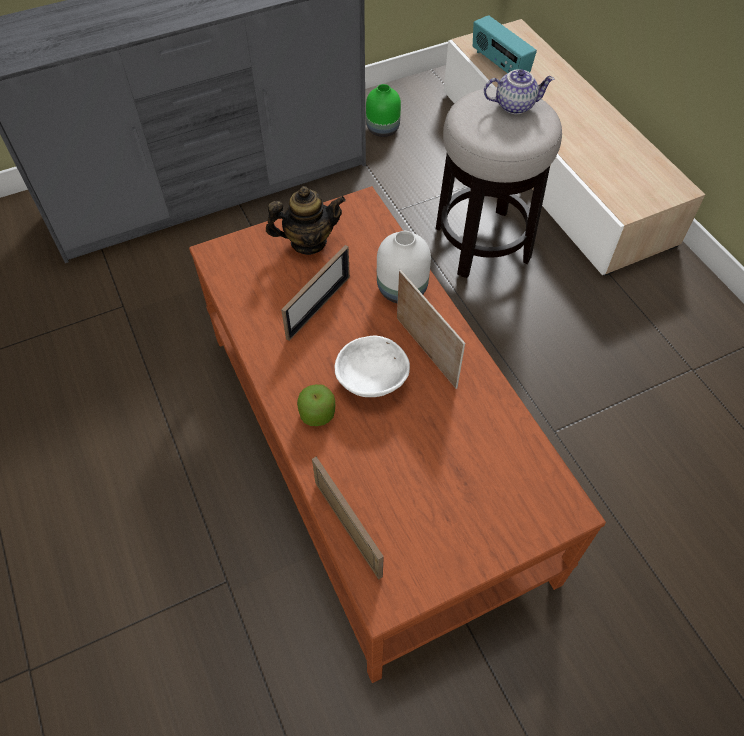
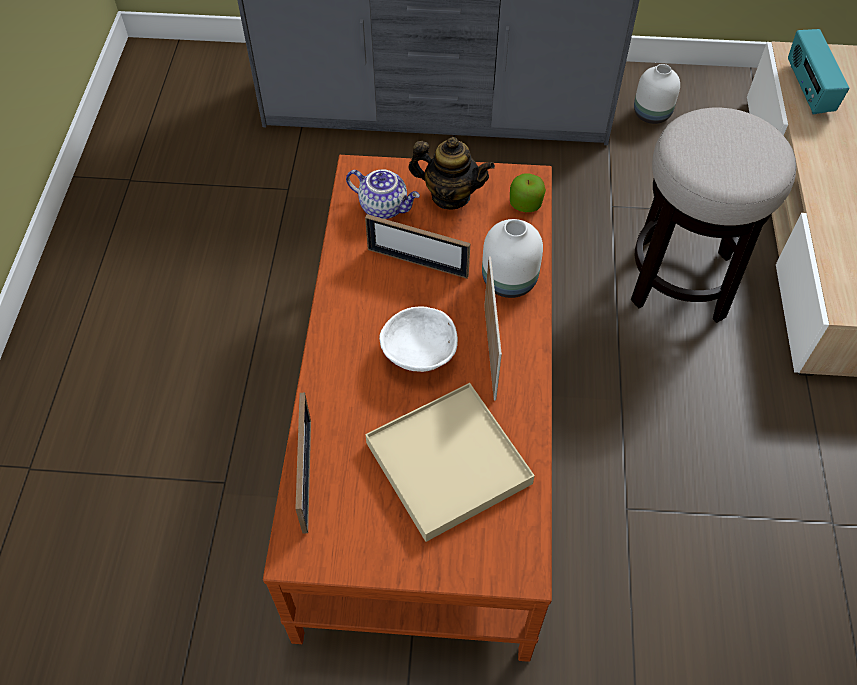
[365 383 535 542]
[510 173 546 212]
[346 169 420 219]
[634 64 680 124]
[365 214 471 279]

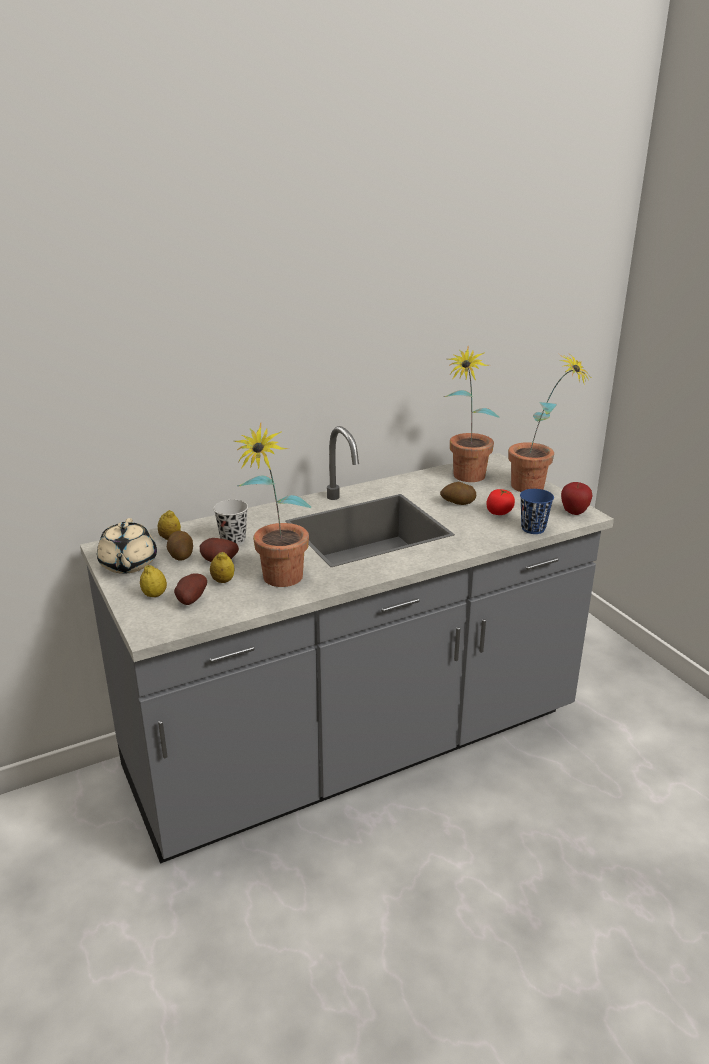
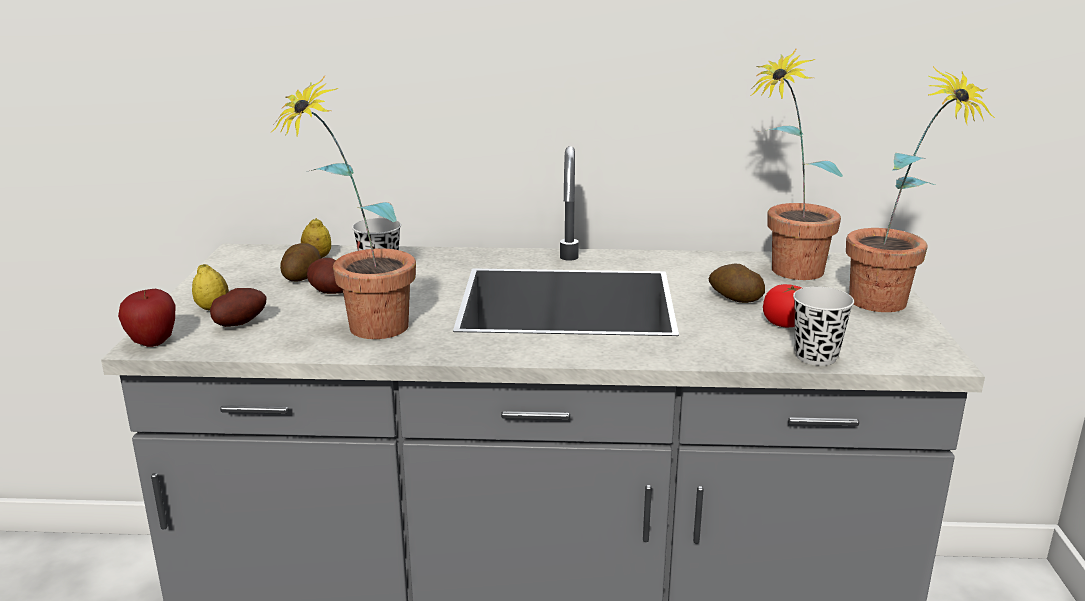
[97 518 157 574] (first image)
[210 552 235 583] (first image)
[118 289 175 347]
[793 287 854 366]

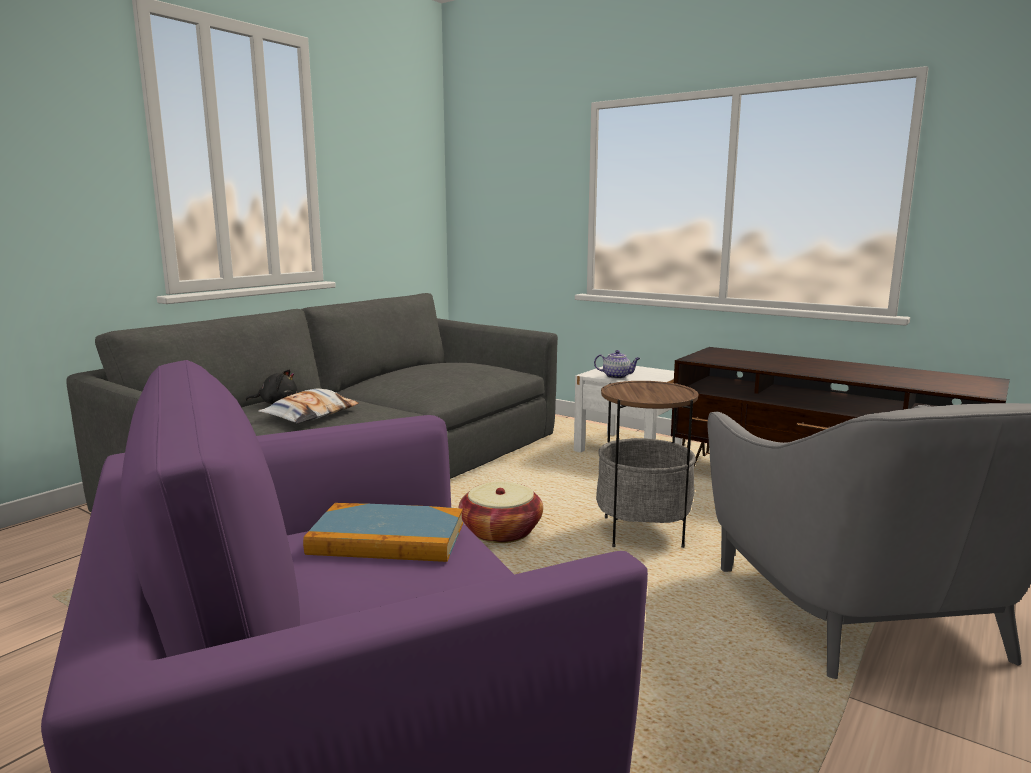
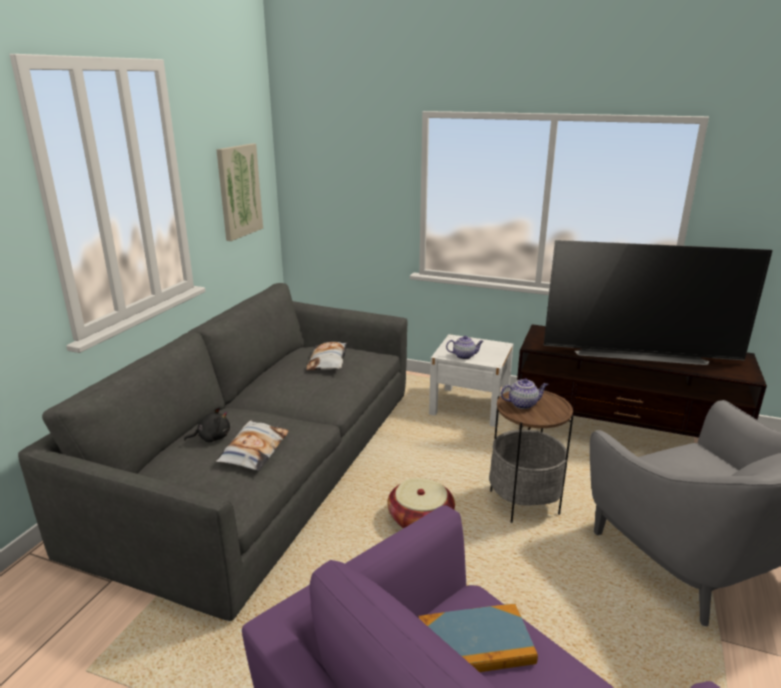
[216 143 263 241]
[306 342 348 370]
[501 378 548 409]
[544 240 773 365]

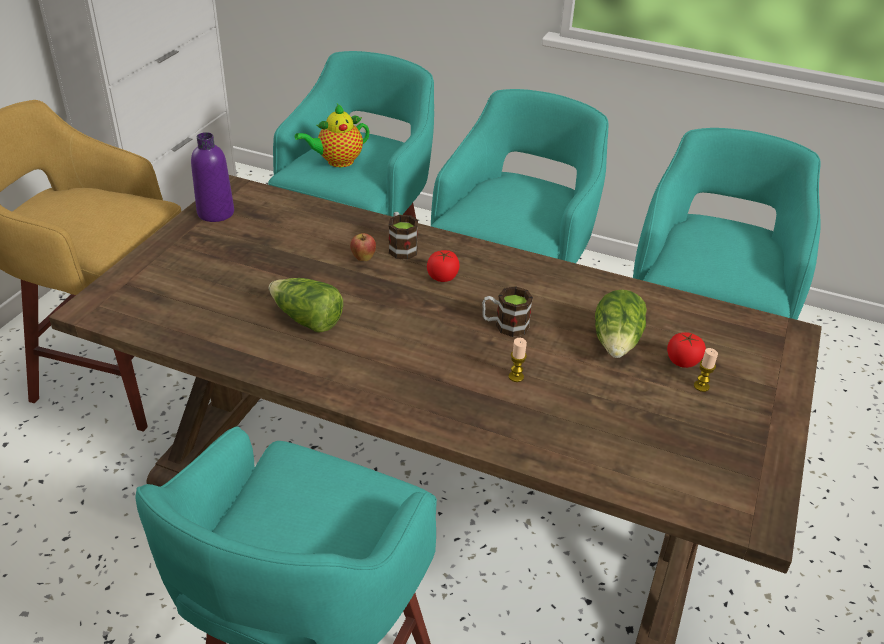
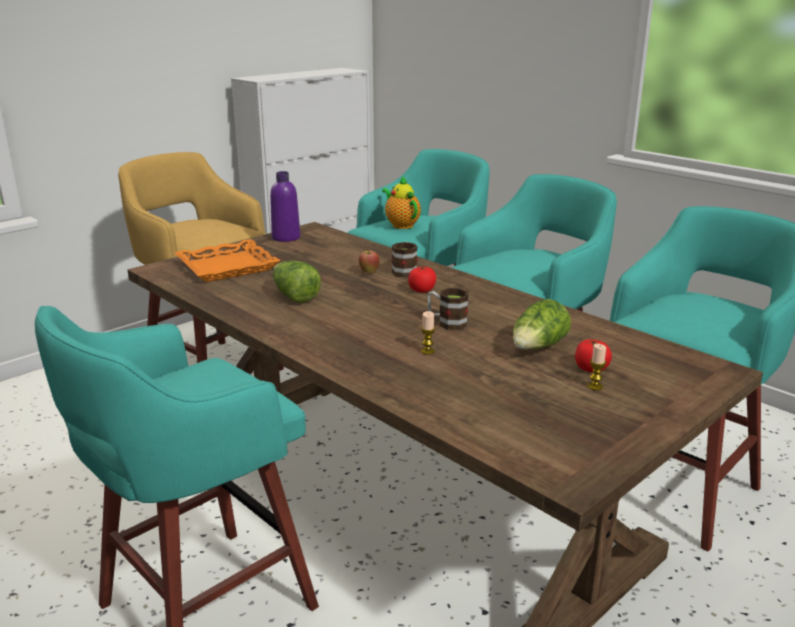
[175 239 281 282]
[382 175 421 229]

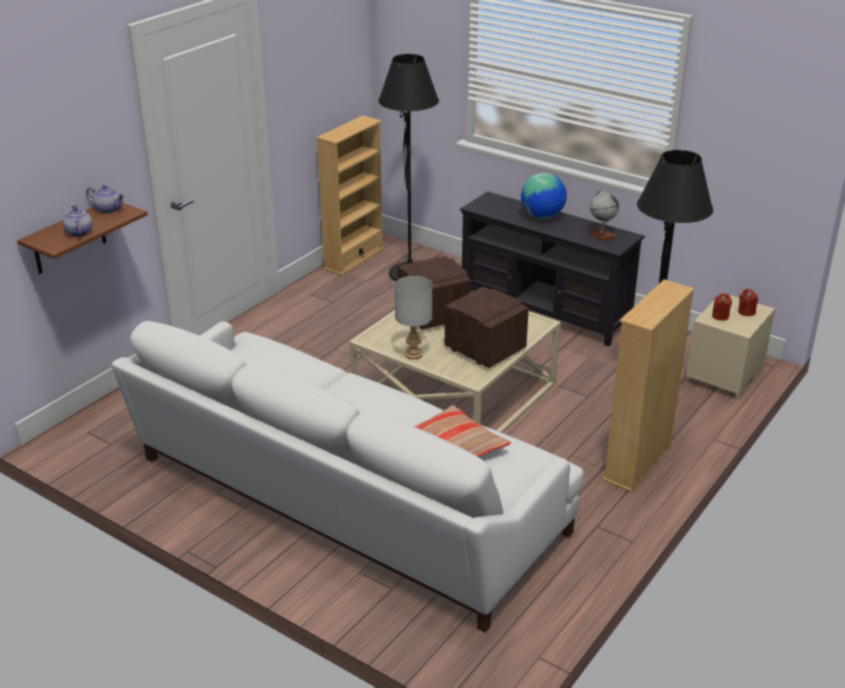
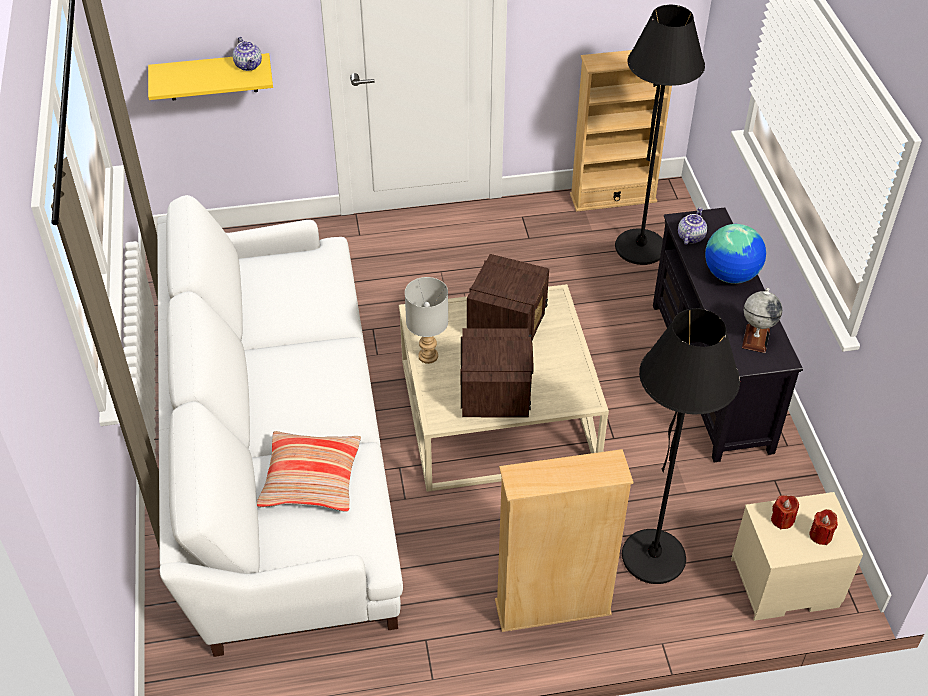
[678 207 707 245]
[148 53 273 100]

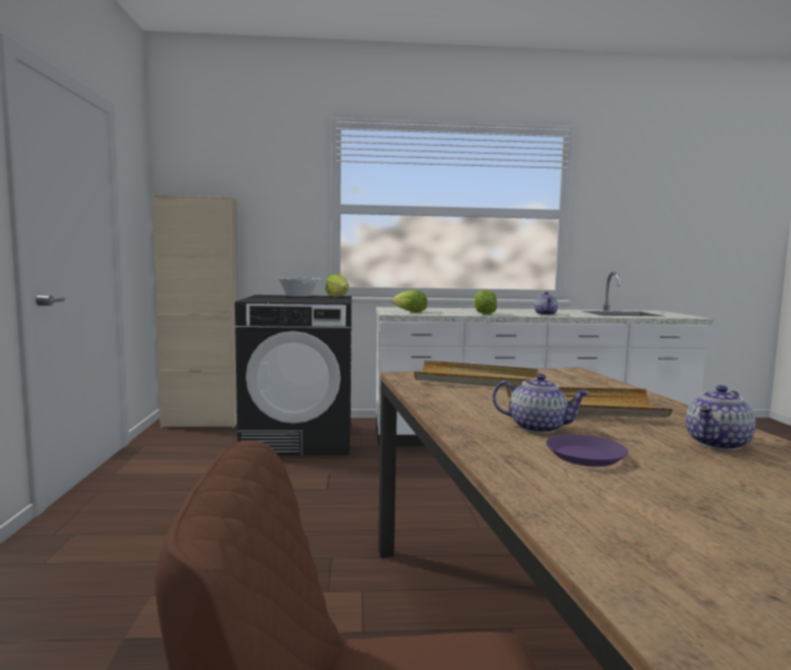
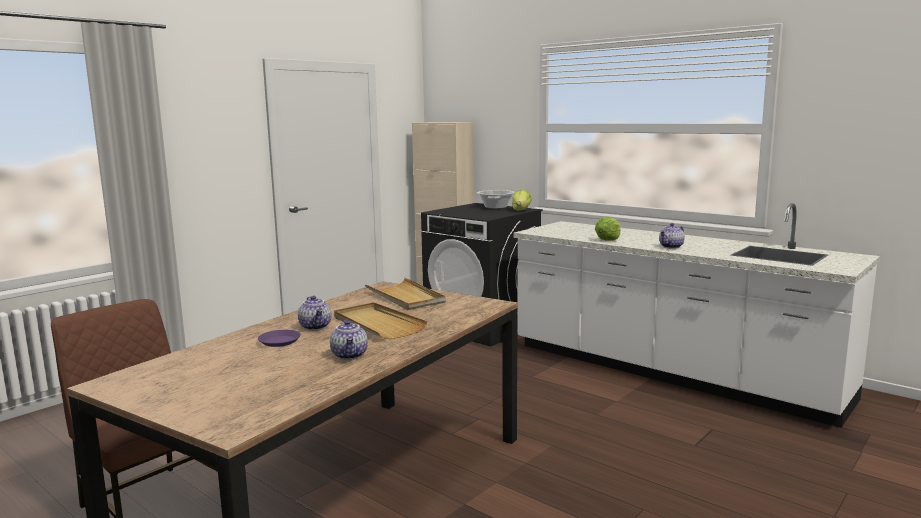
[392 290 427 312] (first image)
[330 320 368 360]

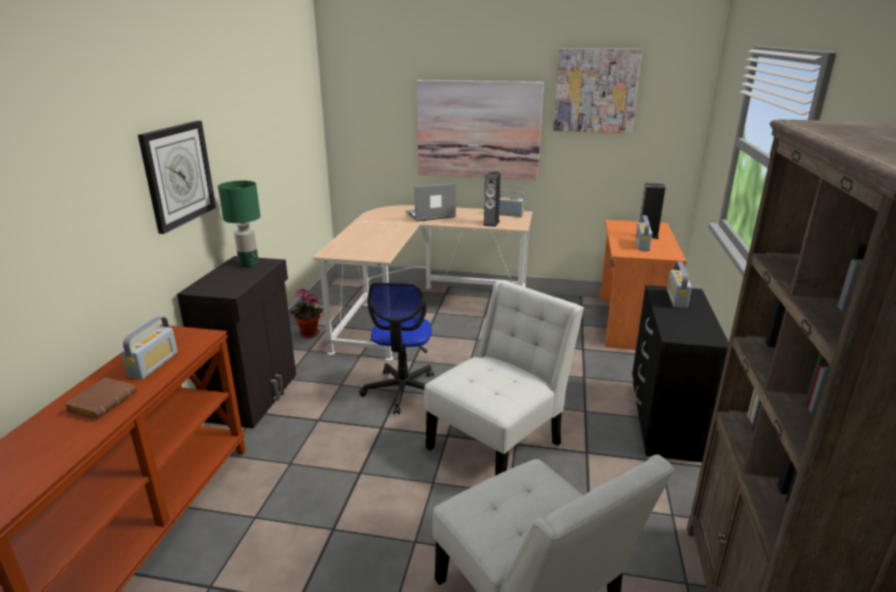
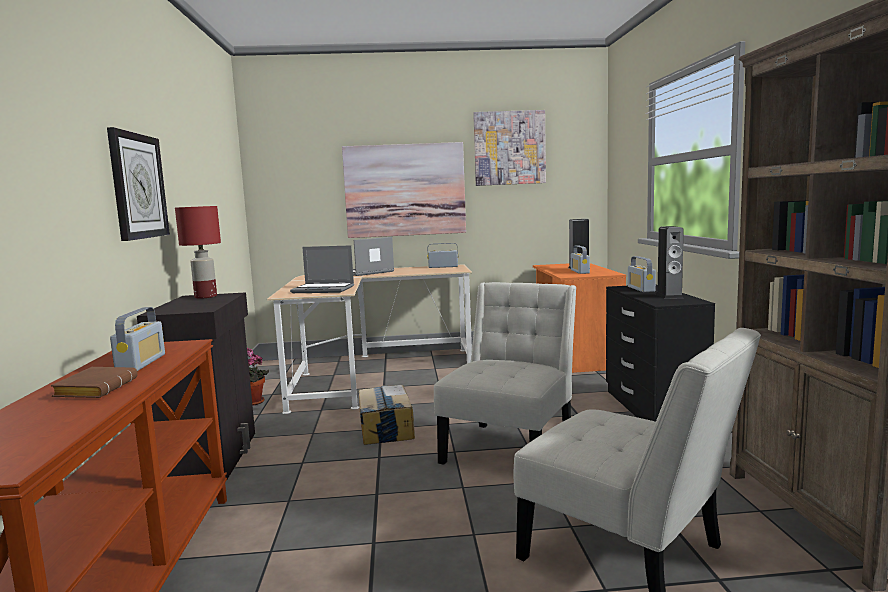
[290 245 354 293]
[656 226 683 299]
[359 385 415 445]
[175 206 221 299]

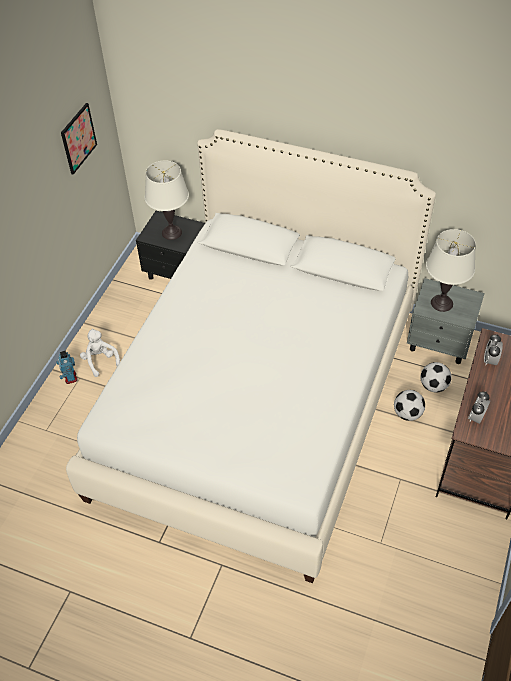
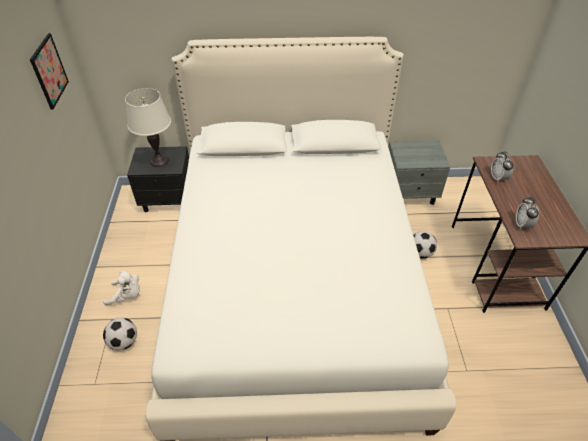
[56 351 77 384] (first image)
[426 229 476 312] (first image)
[103 318 137 351]
[103 271 140 306]

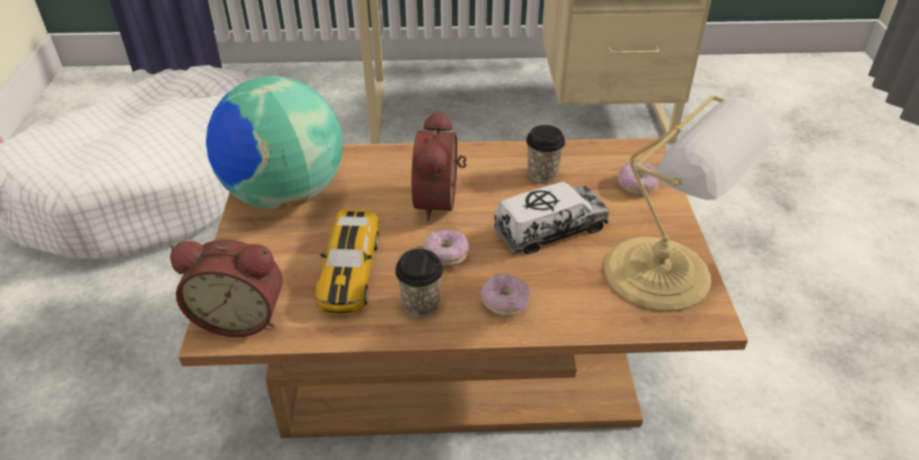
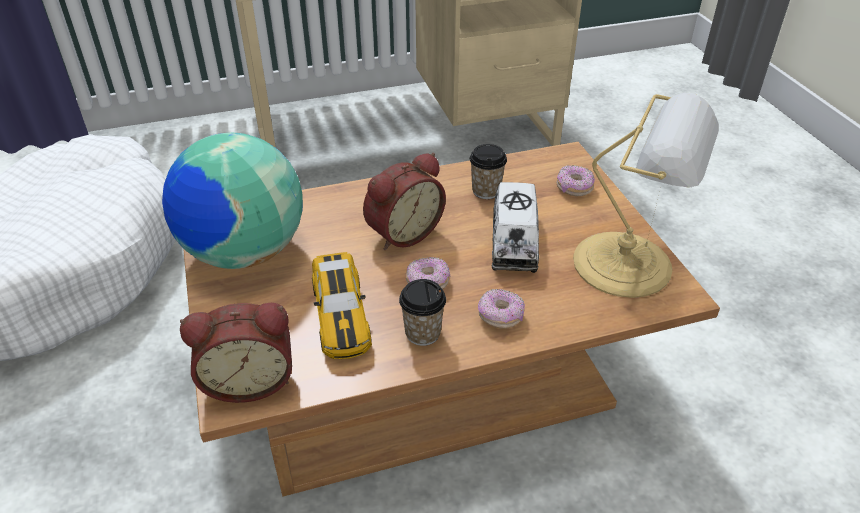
[363 153 446 250]
[491 182 539 273]

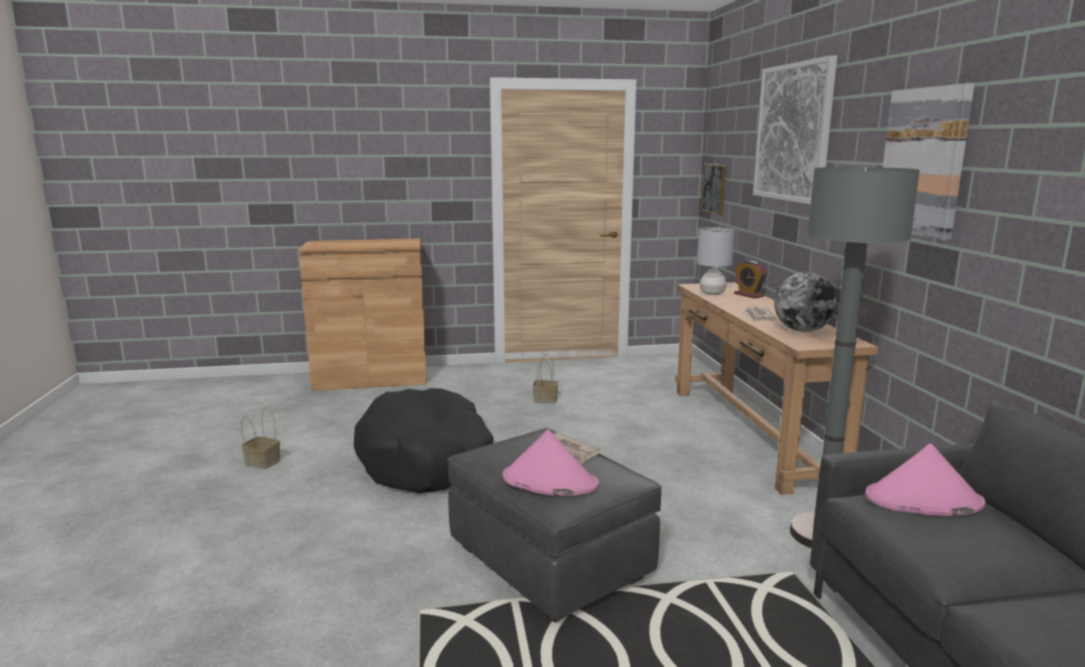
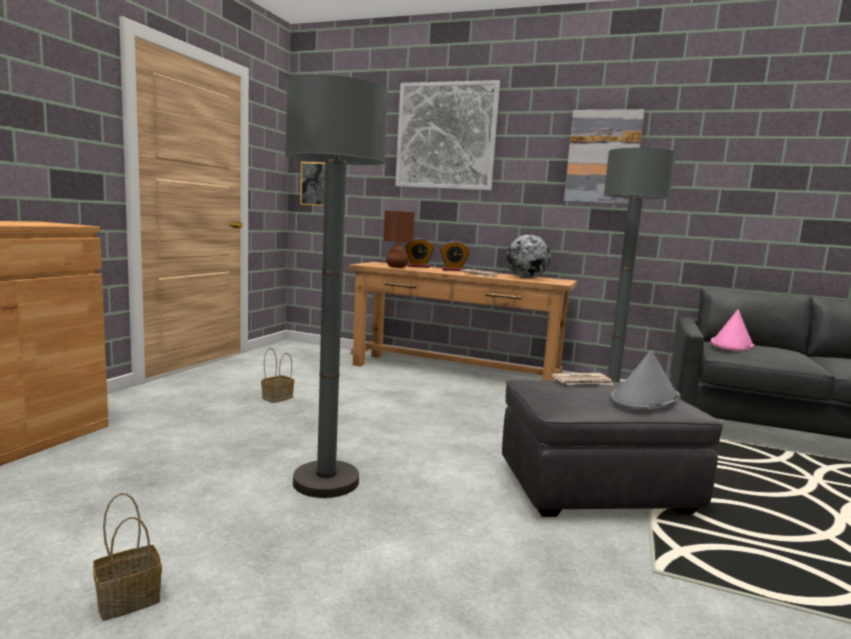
[440 241 470 271]
[285 75 388 498]
[610 350 680 410]
[384 210 415 268]

